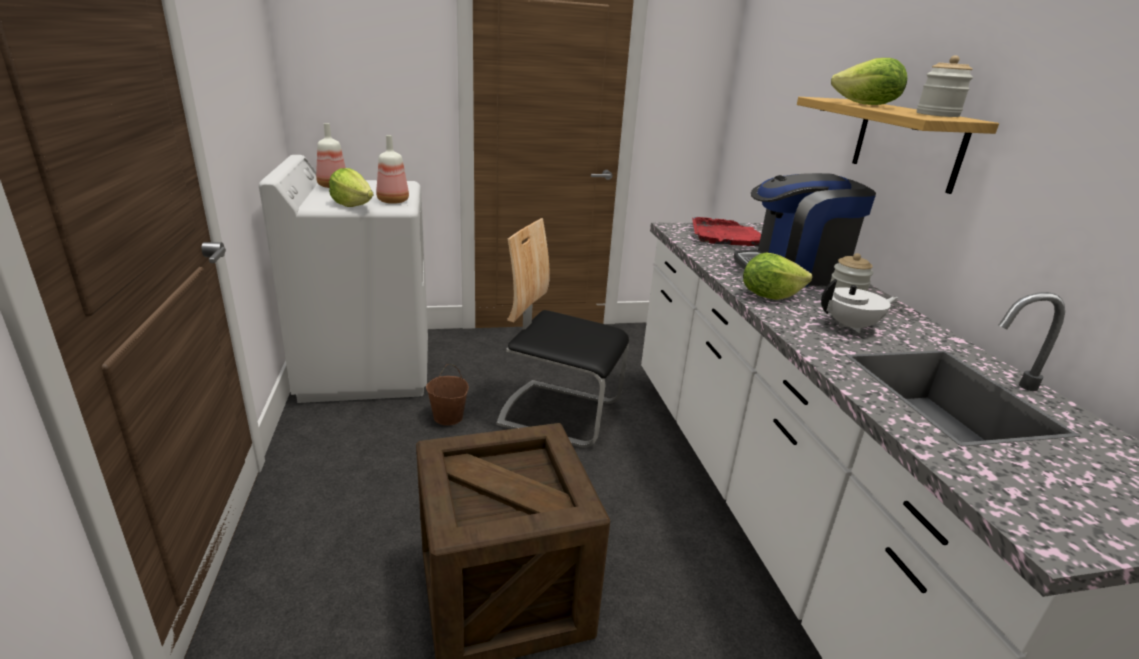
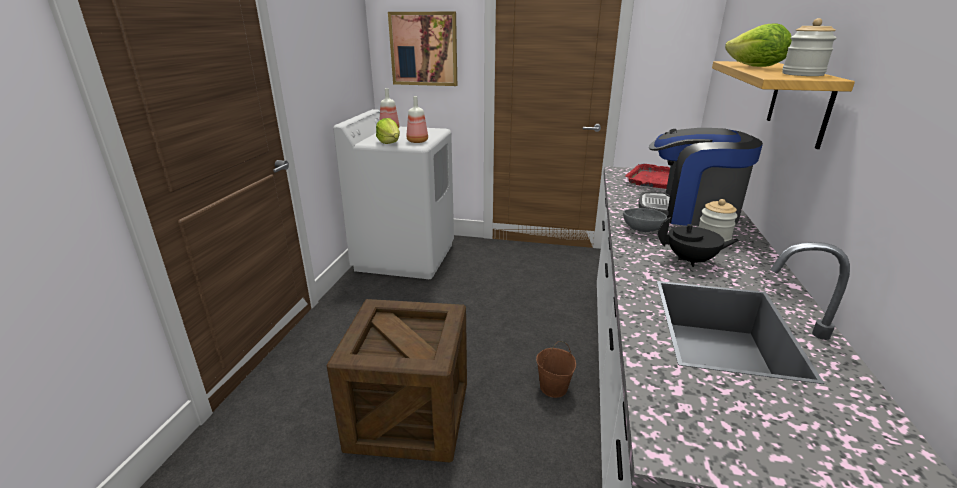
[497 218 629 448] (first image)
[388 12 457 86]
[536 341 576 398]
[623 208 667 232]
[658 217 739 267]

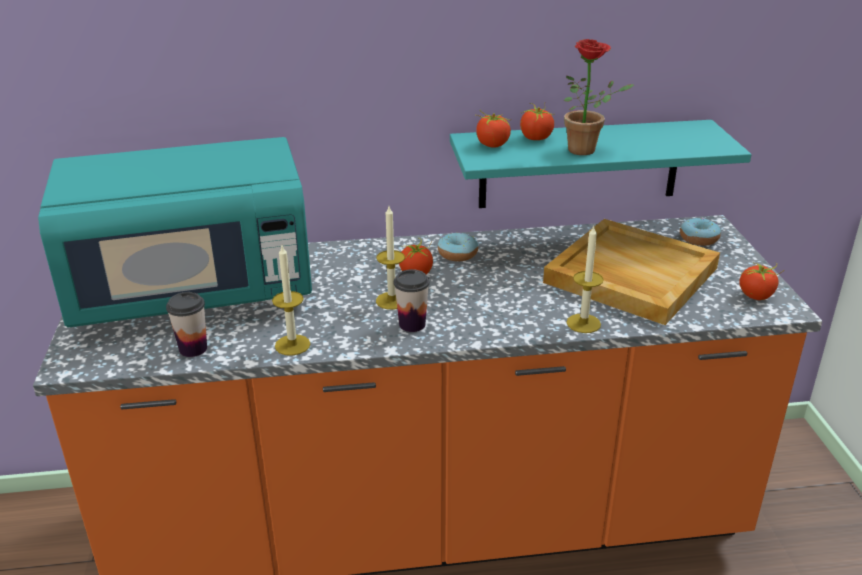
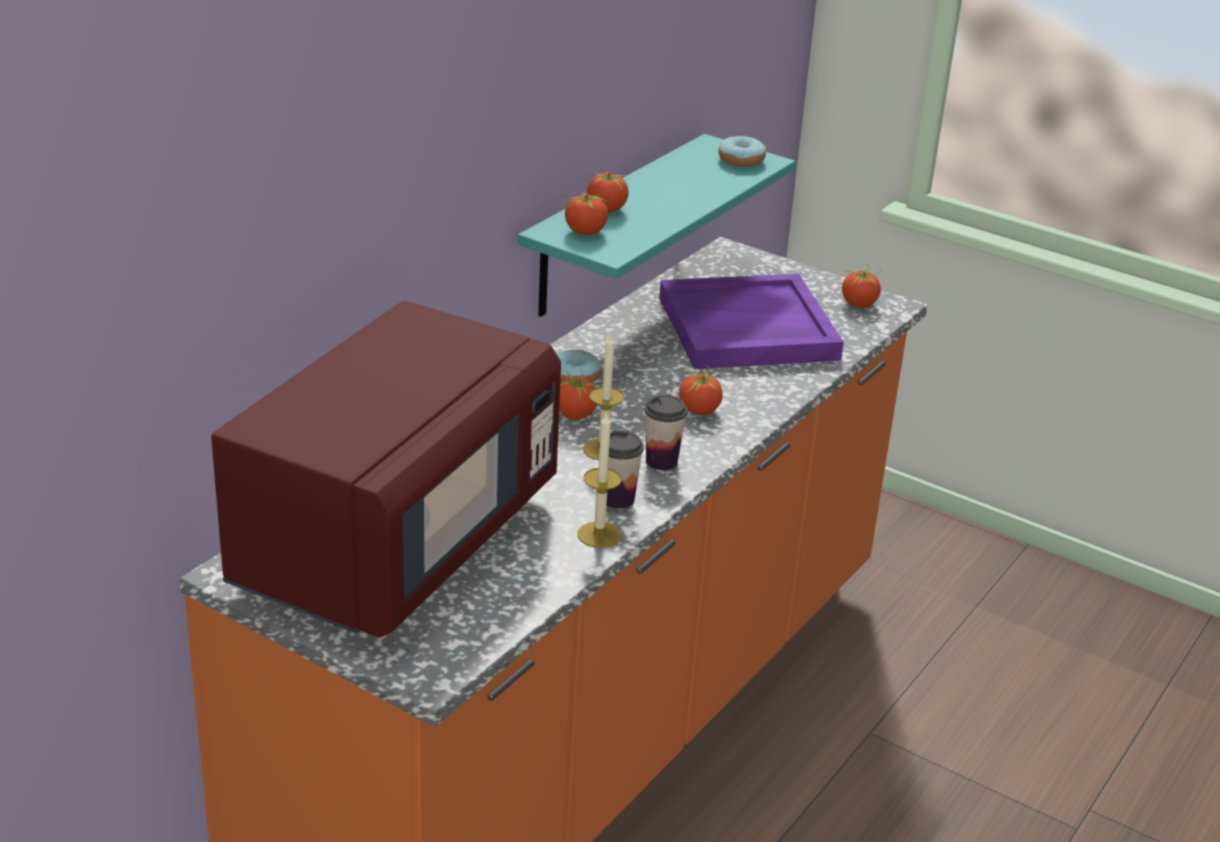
[564 39 634 155] (first image)
[566 226 604 333] (first image)
[679 365 723 415]
[599 430 644 509]
[718 136 766 167]
[211 301 561 638]
[659 274 844 369]

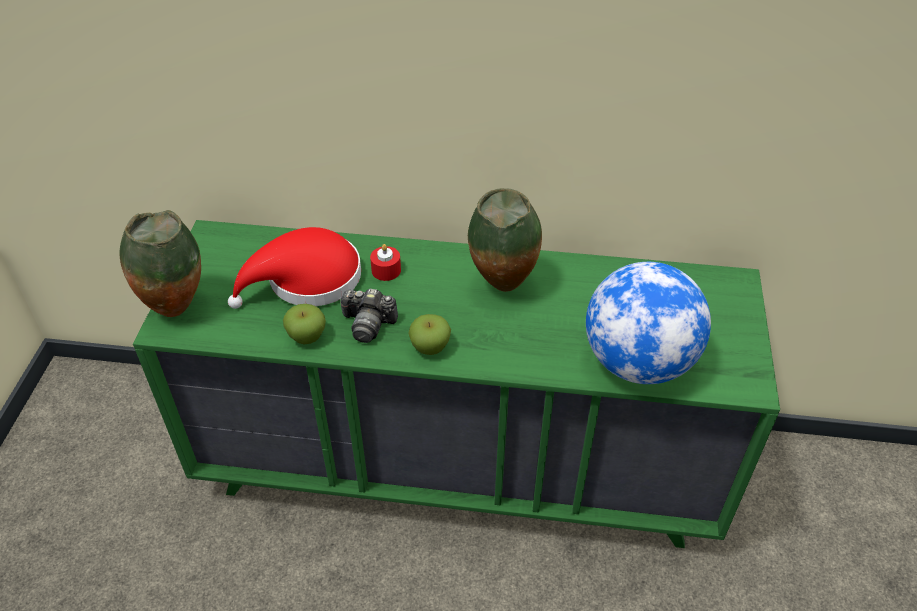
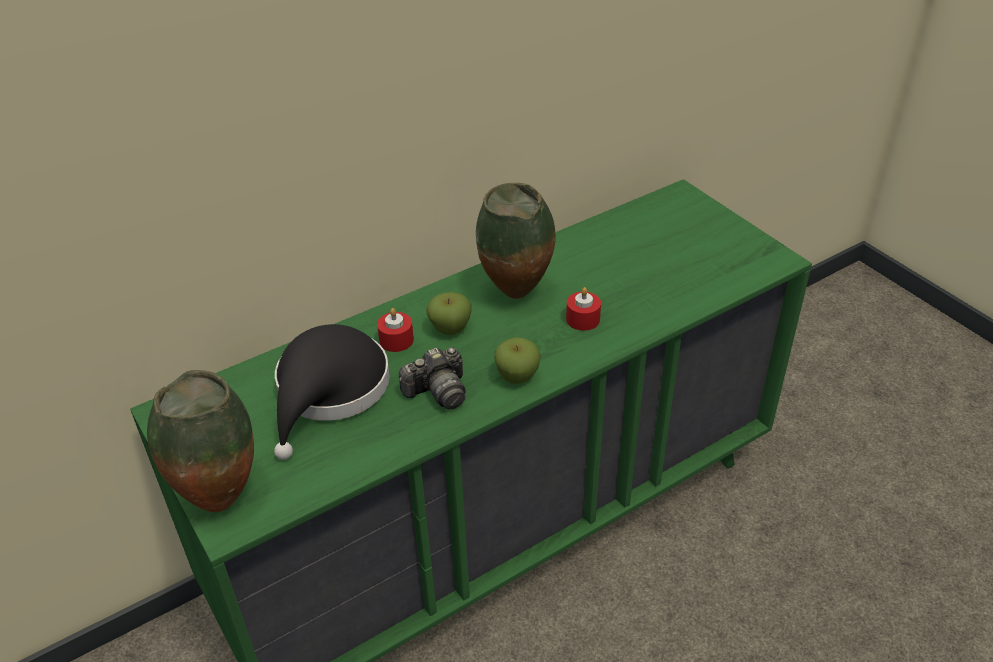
[586 262 711 384] (first image)
[566 287 601 331]
[426 292 472 335]
[274 324 390 460]

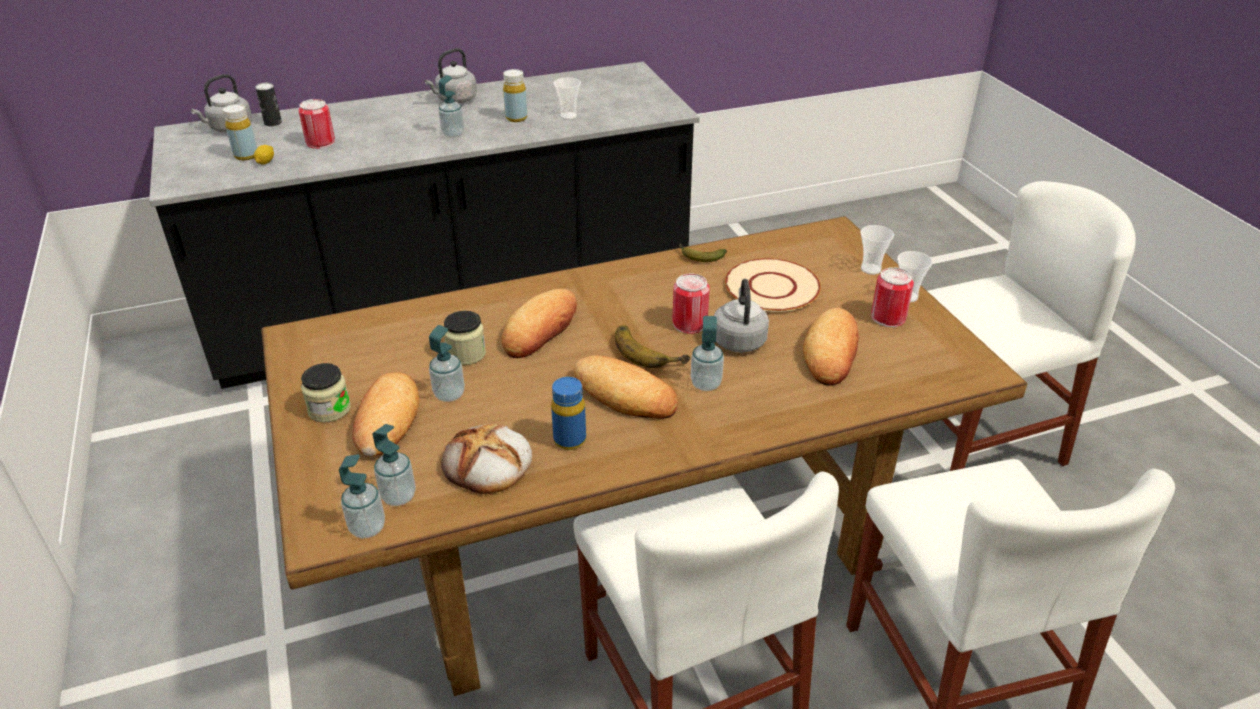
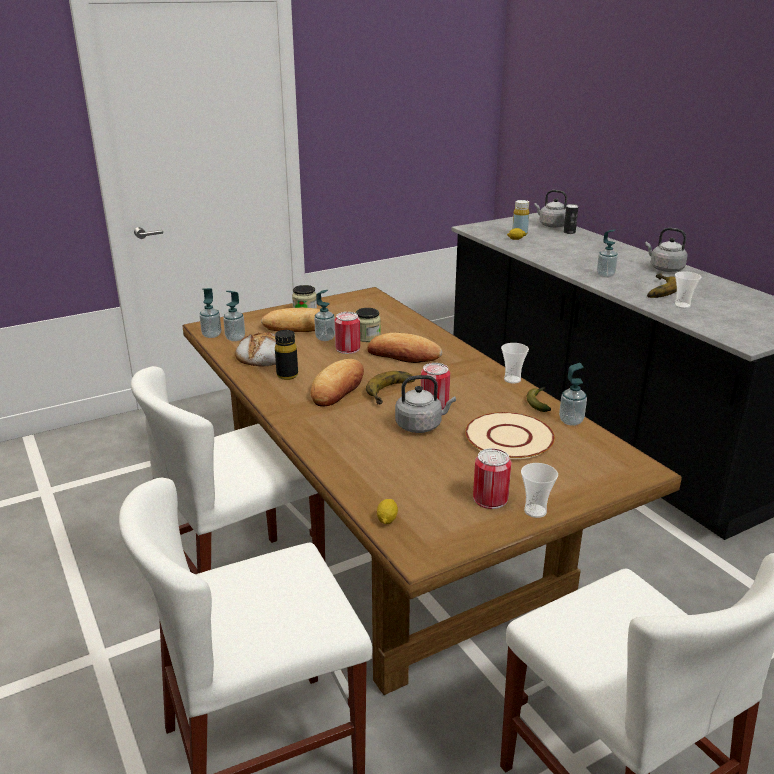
[803 308 859 386] (first image)
[377 499 398 524]
[335 312 360 354]
[559 363 587 426]
[501 343 529 384]
[647 273 677 298]
[275 330 298 380]

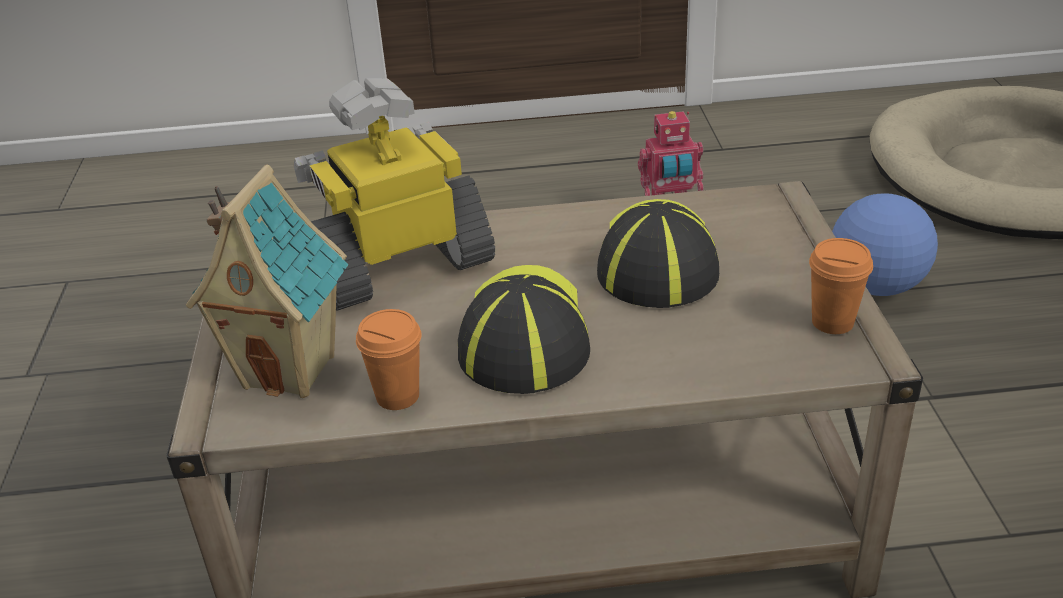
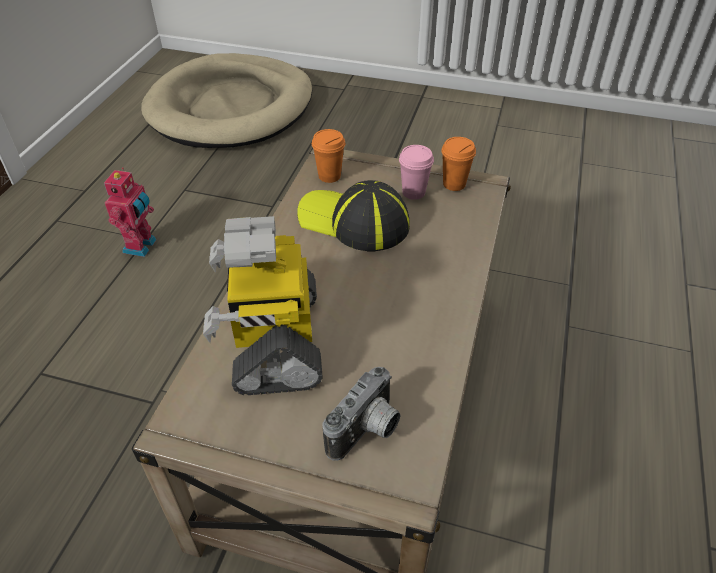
[458 265 590 394] (first image)
[832 193 938 296] (first image)
[399 145 434 200]
[312 129 345 183]
[322 367 400 461]

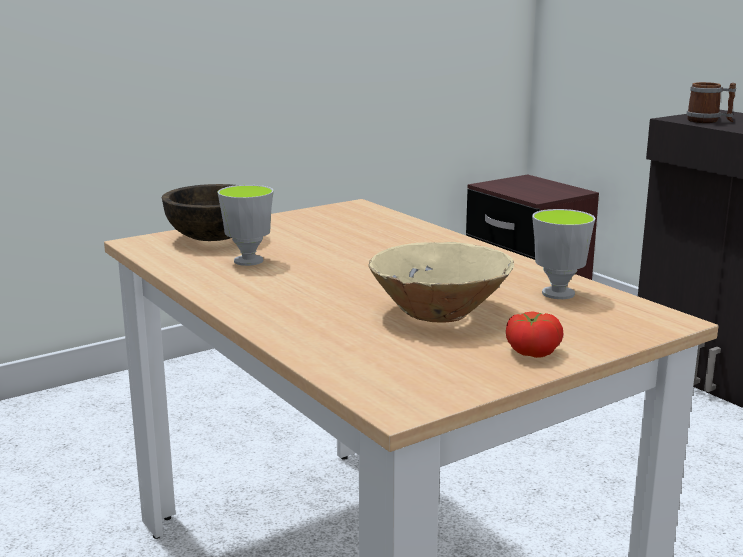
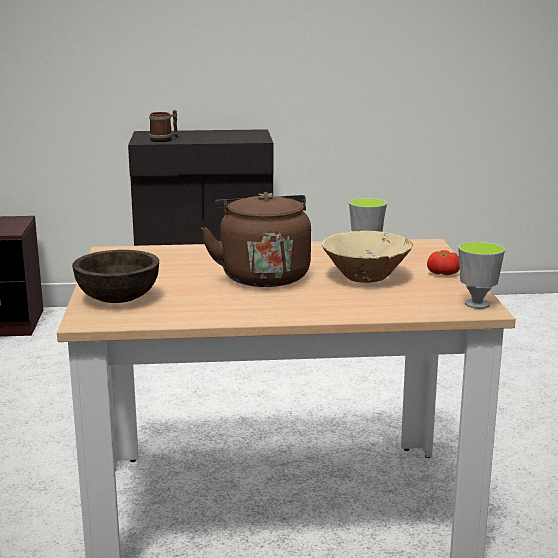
[201 192 311 287]
[458 241 505 309]

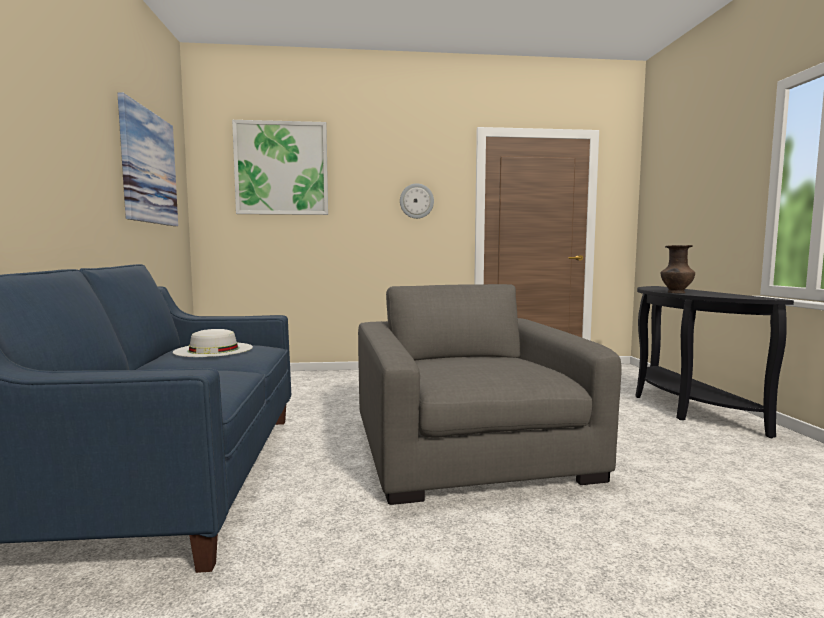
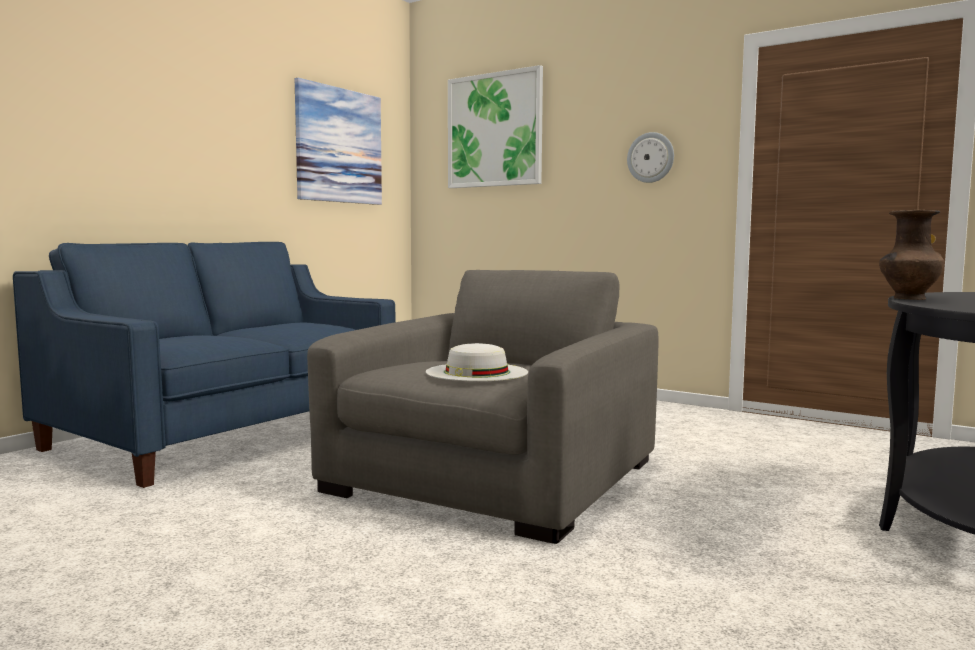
[426 343 528 381]

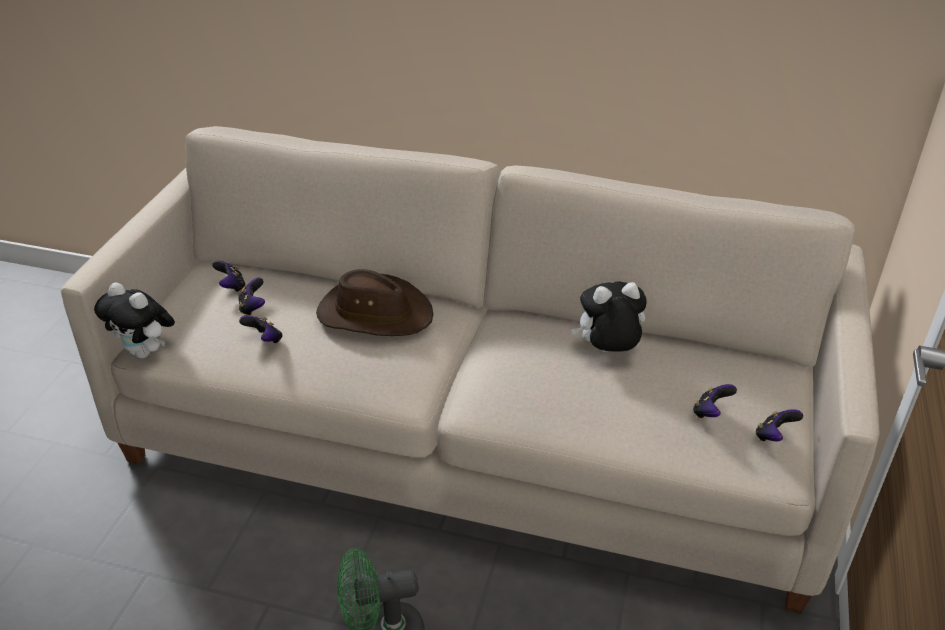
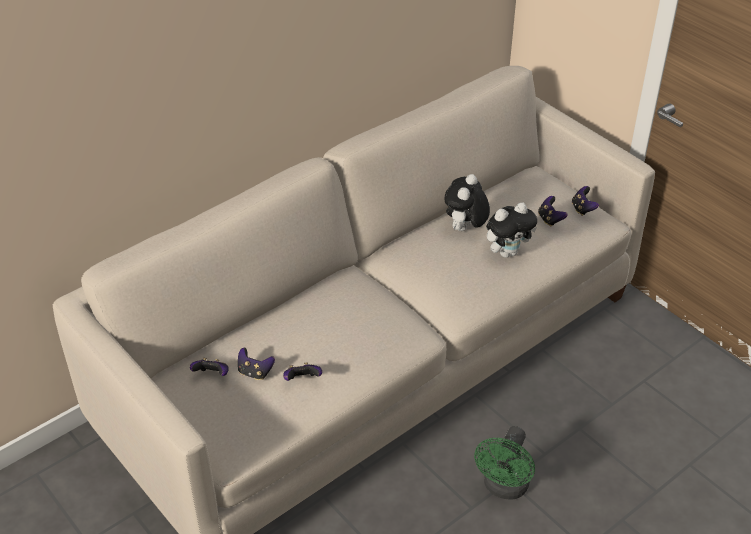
[316 269 433 336] (first image)
[486 203 537 258]

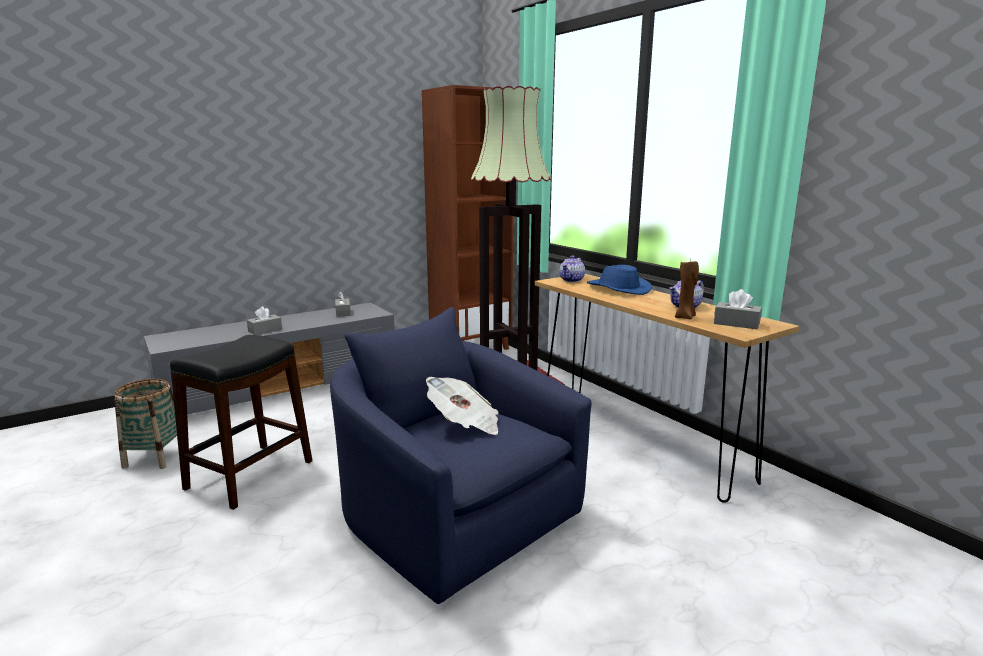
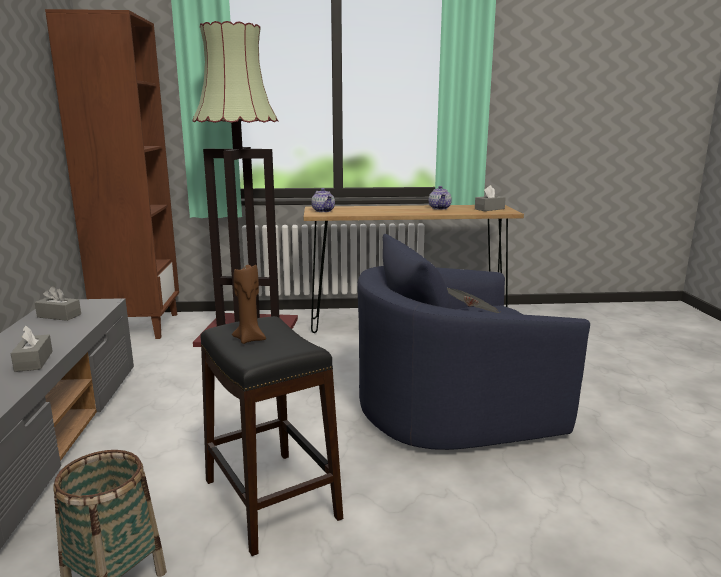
[587 265 652 295] (first image)
[232 265 266 344]

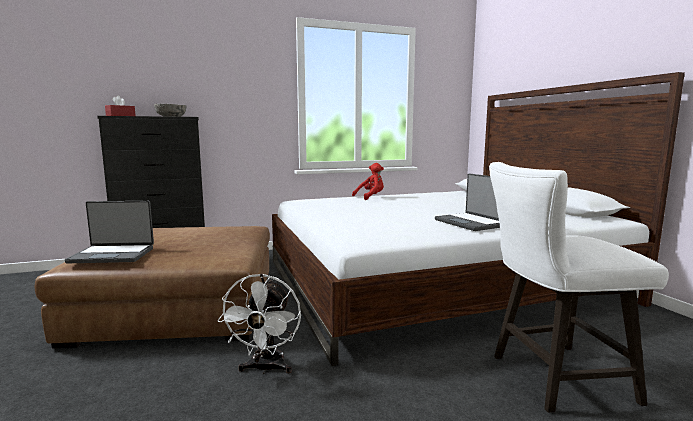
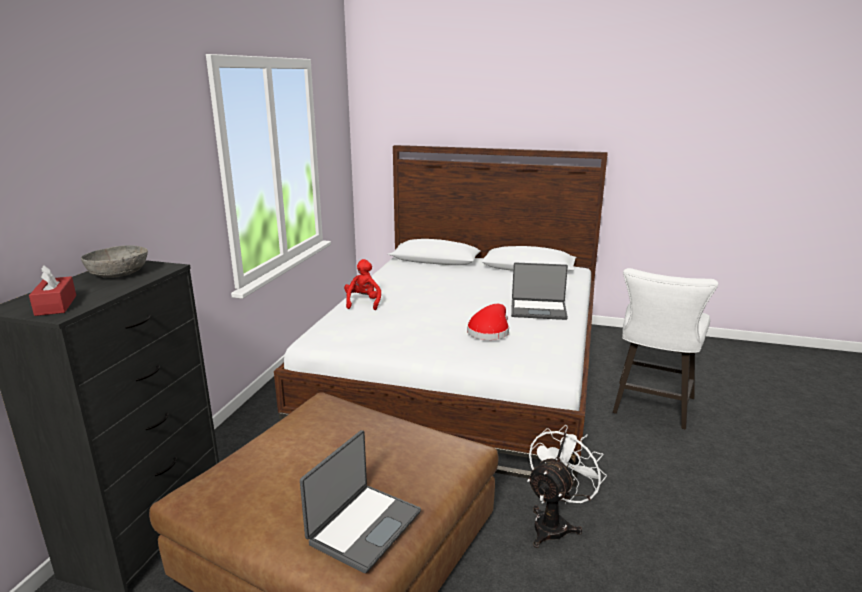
[467 304 509 340]
[527 425 607 548]

